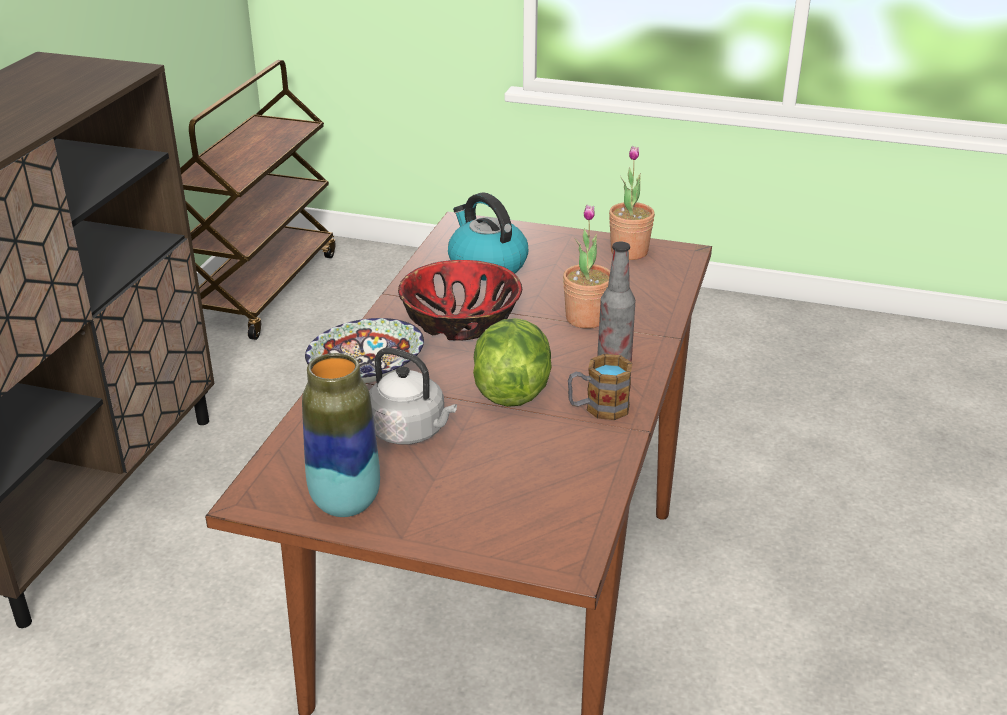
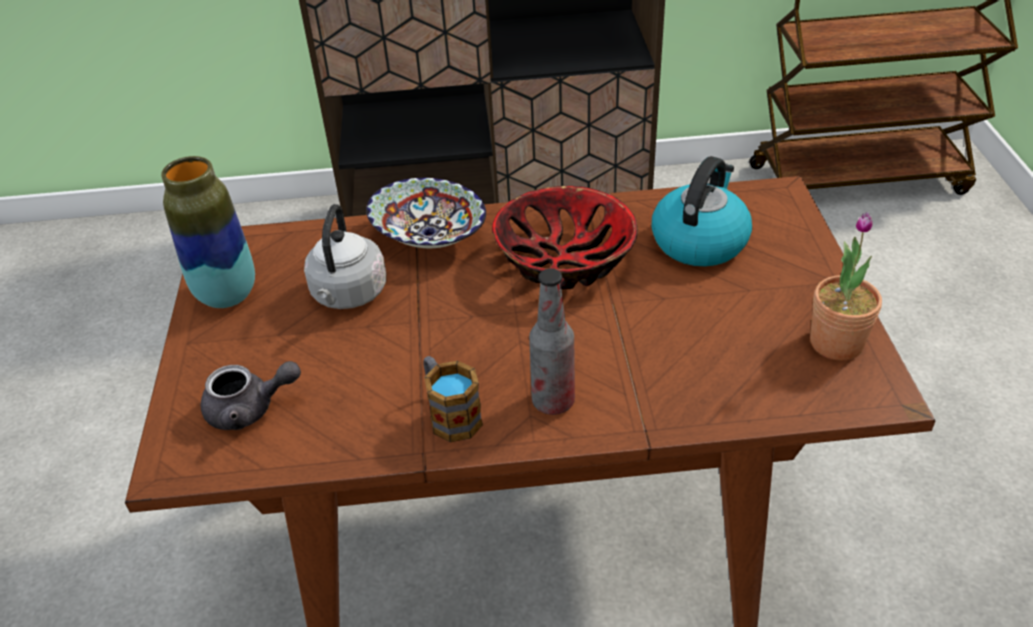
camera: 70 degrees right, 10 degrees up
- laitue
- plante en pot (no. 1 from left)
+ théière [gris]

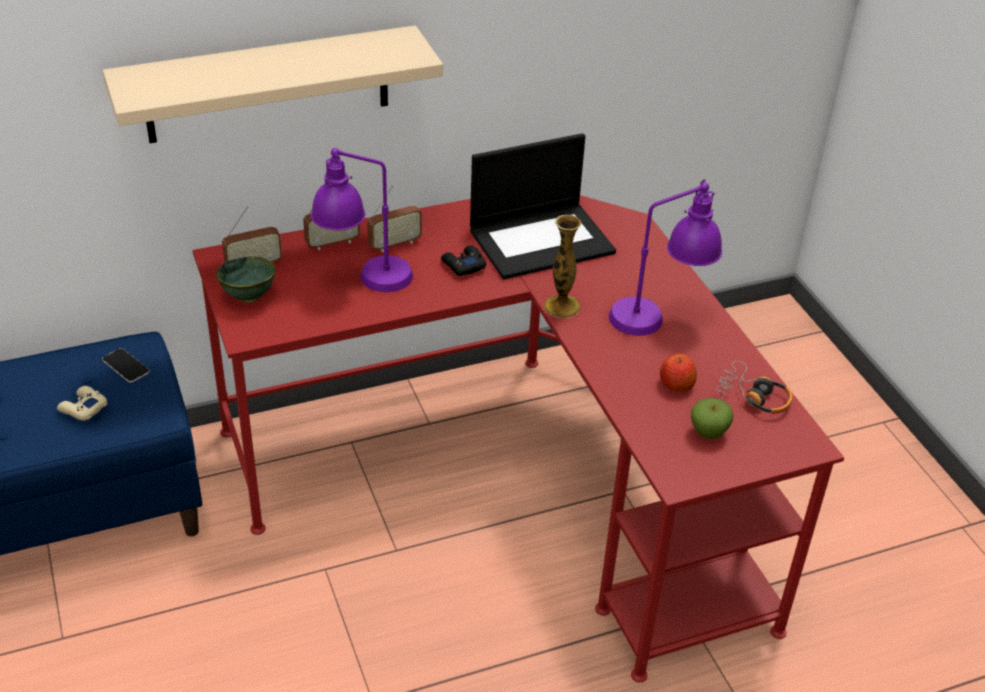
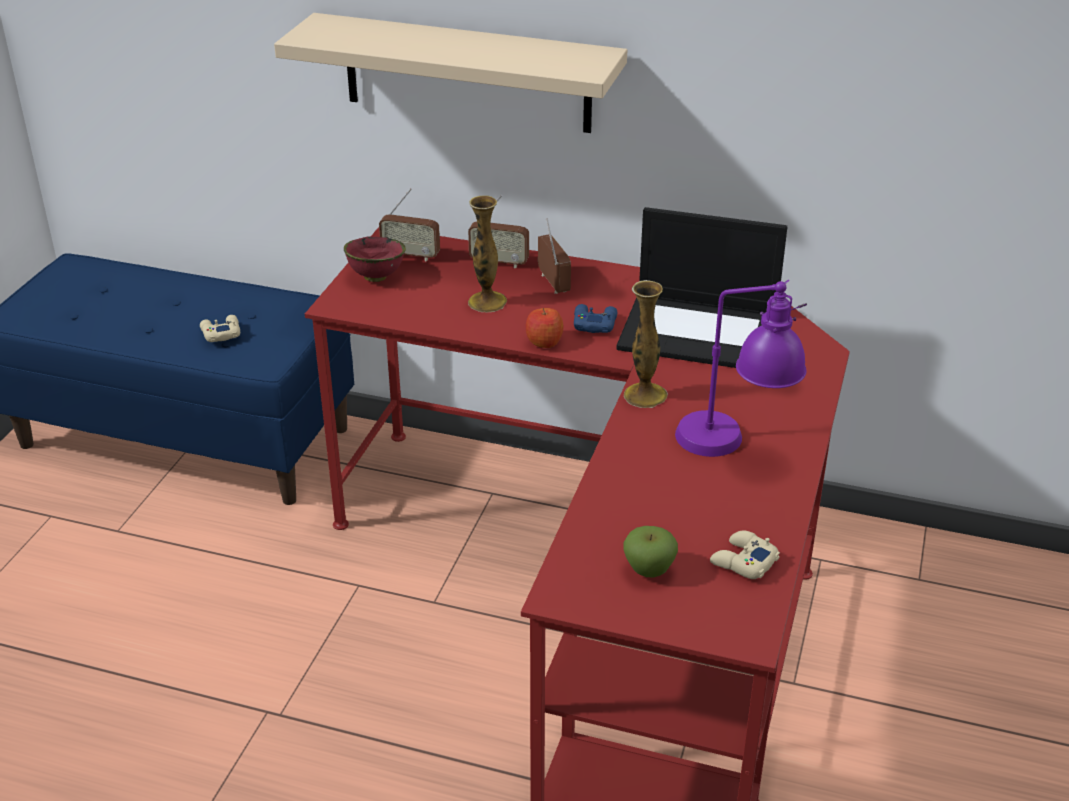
camera: 40 degrees right, 5 degrees down
- téléphone
~ pomme (no. 1 from left)
~ lampe de table [violet] (no. 1 from left) to vase (no. 1 from left)
~ casque audio to manette [beige] (no. 2 from left)
~ bol [vert] to bol [rouge]
~ manette [noir] to manette [bleu]
~ radio (no. 3 from left) 120 degrees counterclockwise

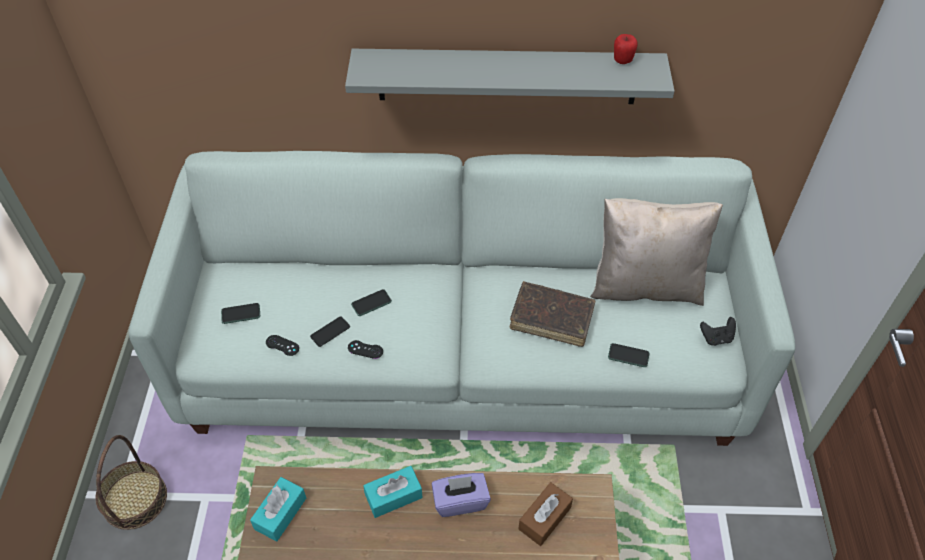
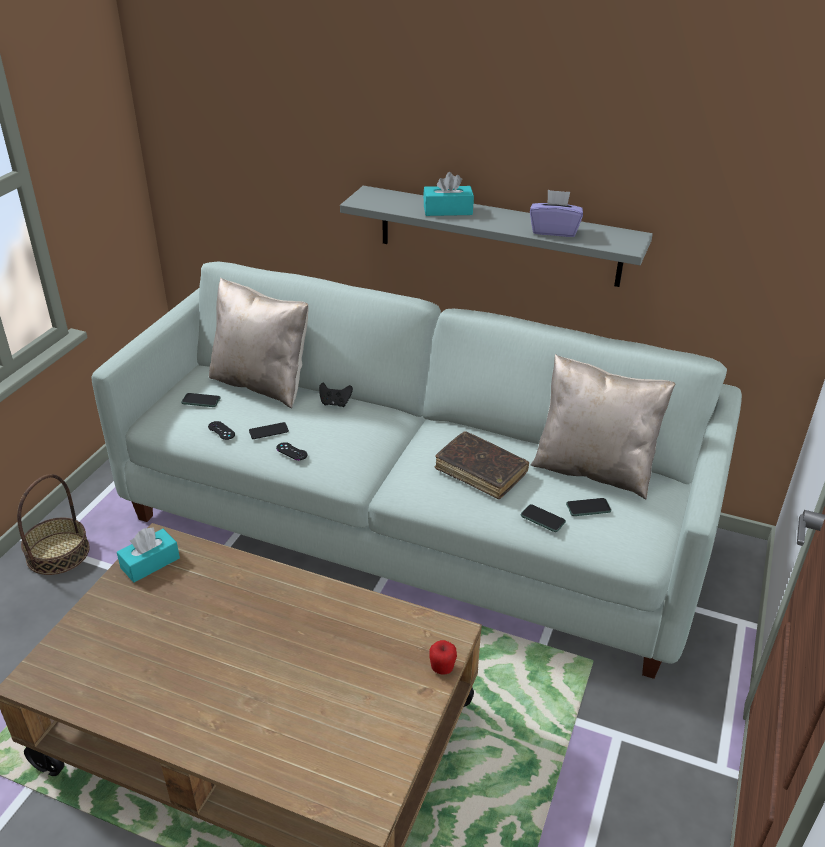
camera: 20 degrees right, 15 degrees down
- boîte à mouchoirs [marron]
+ coussin [beige] (no. 1 from left)
~ téléphone (no. 3 from left in the first image) to téléphone (no. 4 from left)
~ boîte à mouchoirs [turquoise] (no. 2 from left)
~ boîte à mouchoirs [violet]
~ pomme
~ manette [noir] (no. 3 from left)

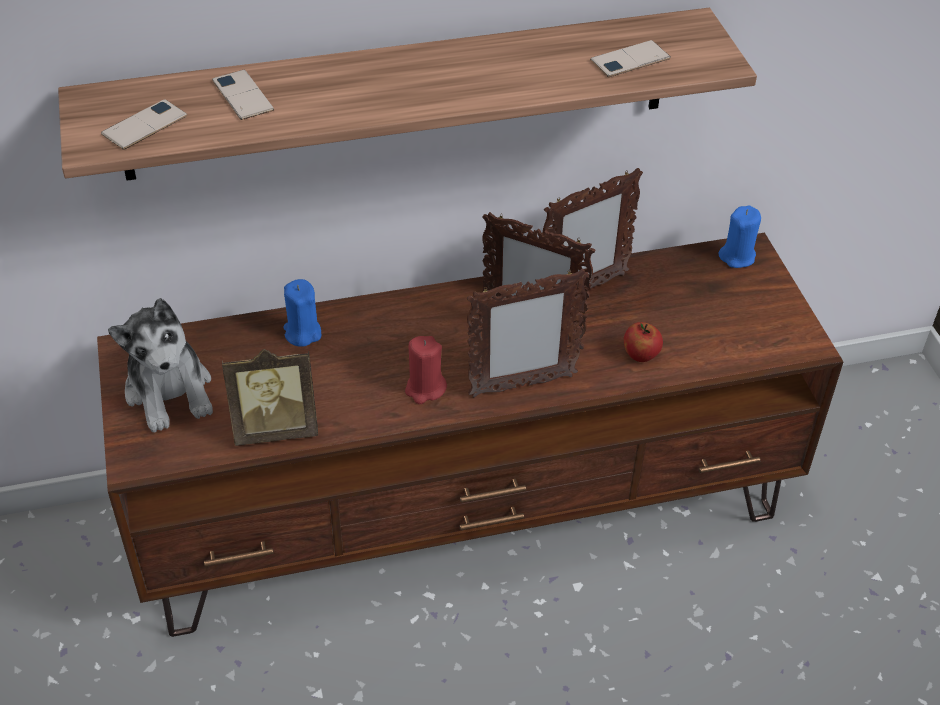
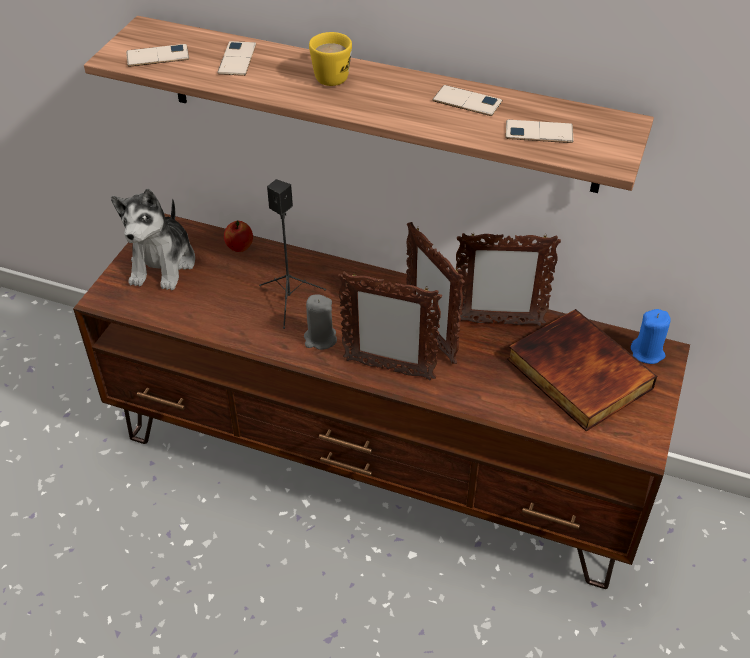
camera: 35 degrees right, 0 degrees up
- cadre photo (no. 1 from left)
- bougie [bleu] (no. 1 from left)
+ enceinte [noir]
+ mug [jaune]
+ téléphone (no. 3 from left)
+ livre
~ pomme
~ bougie [rouge] to bougie [gris]

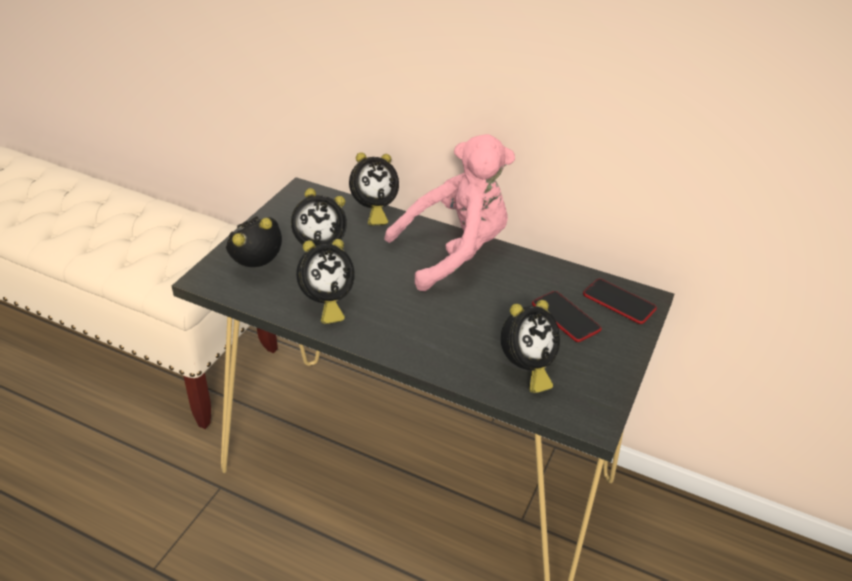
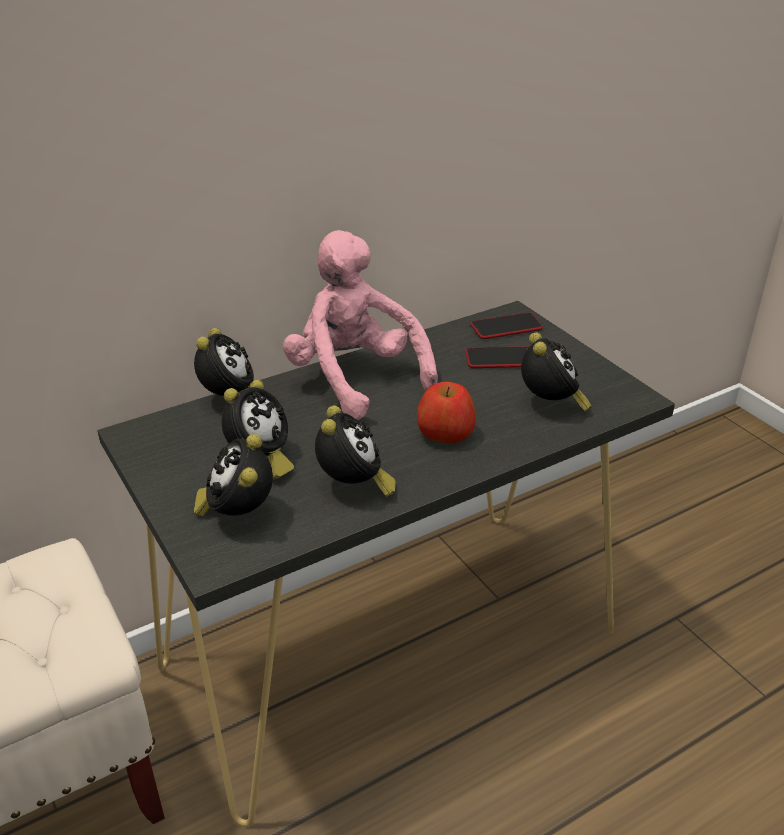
camera: 55 degrees left, 5 degrees down
+ pomme
~ peluche [rose] 45 degrees counterclockwise

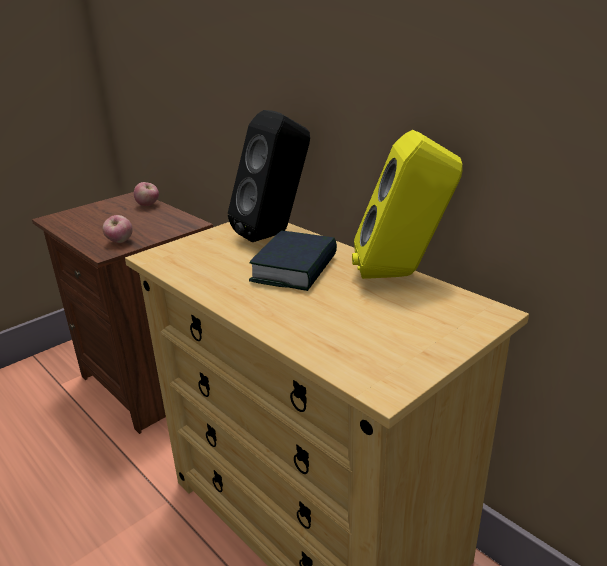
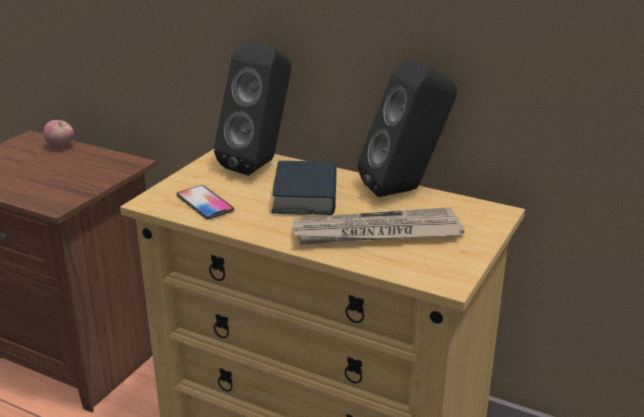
camera: 20 degrees left, 0 degrees up
- pomme (no. 1 from left)
+ téléphone
+ journal
~ enceinte [jaune] to enceinte [noir] (no. 2 from left)

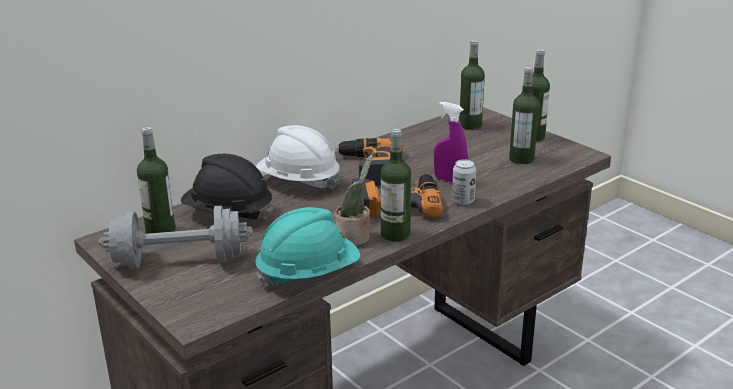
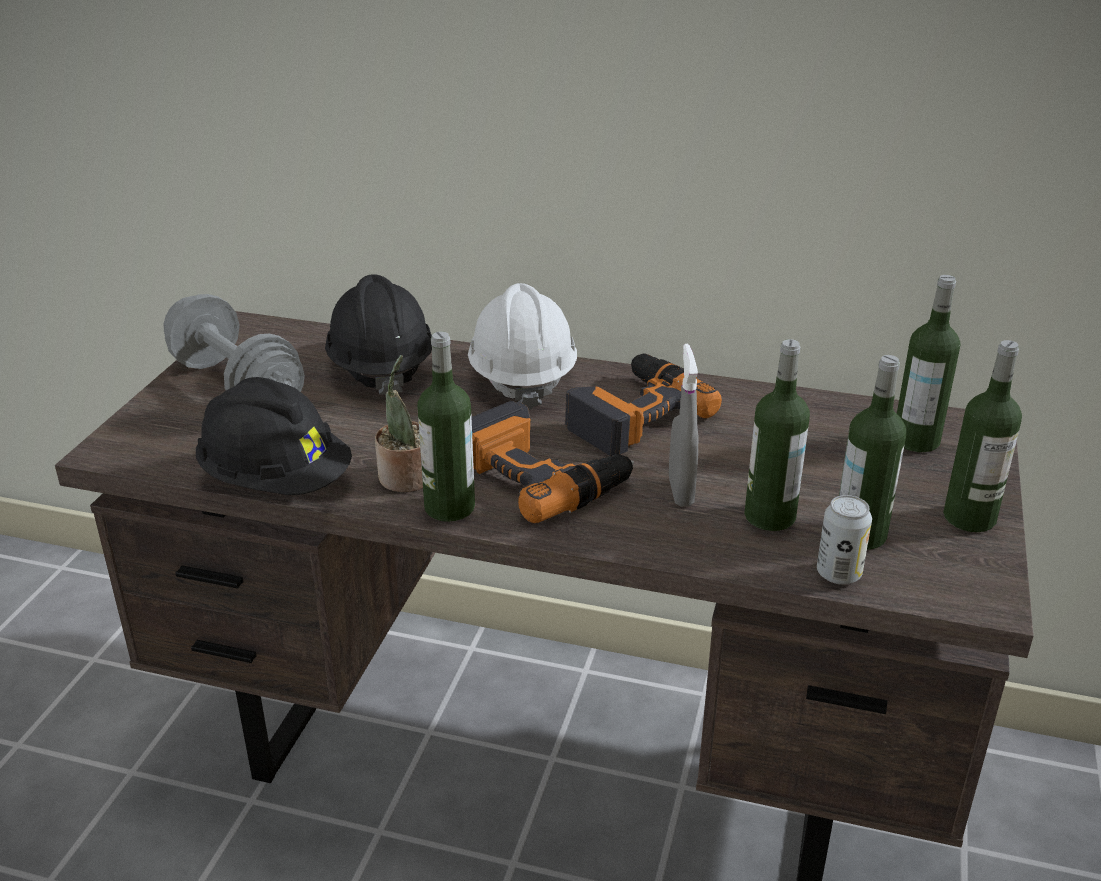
camera: 55 degrees right, 5 degrees up
~ bouteille (no. 1 from left in the first image) to bouteille (no. 2 from left)
~ boîte métallique
~ casque de chantier [turquoise] to casque de chantier [noir] (no. 1 from left)
~ vaporisateur [violet] to vaporisateur [gris]

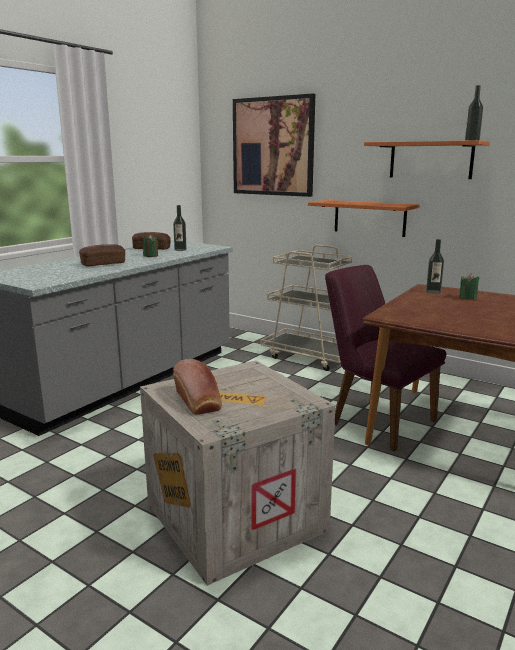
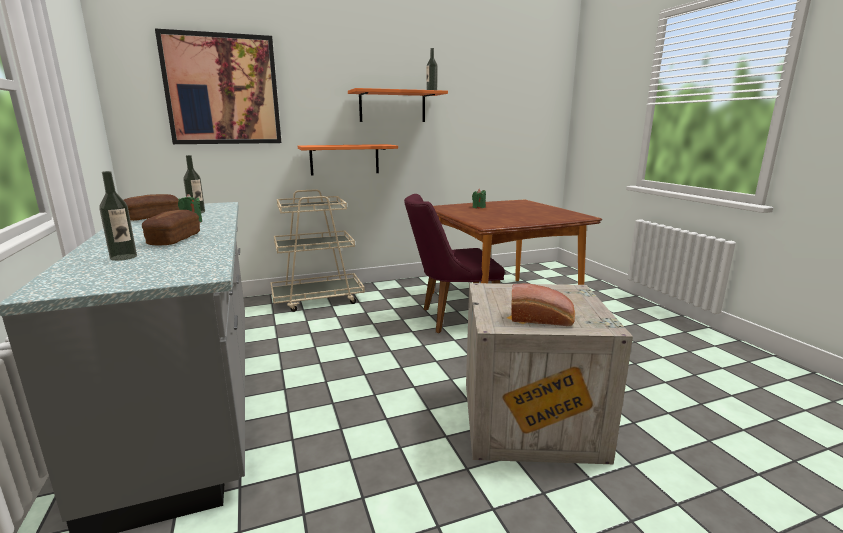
camera: 55 degrees left, 0 degrees up
~ bouteille (no. 2 from left in the first image) to bouteille (no. 1 from left)

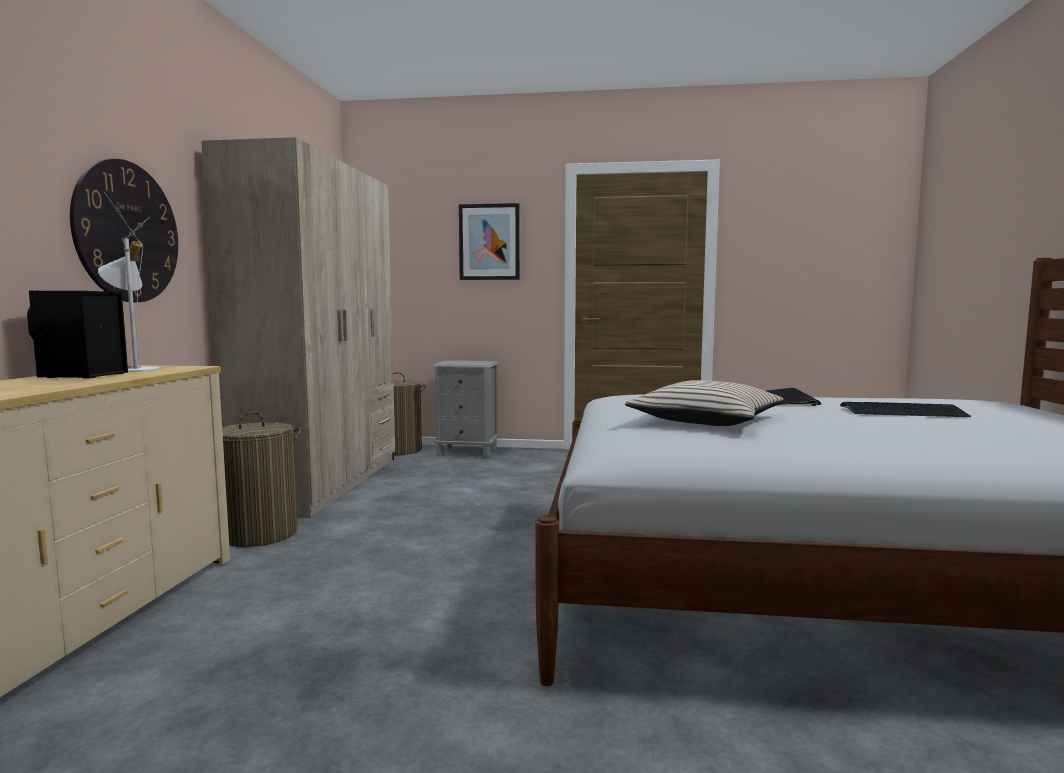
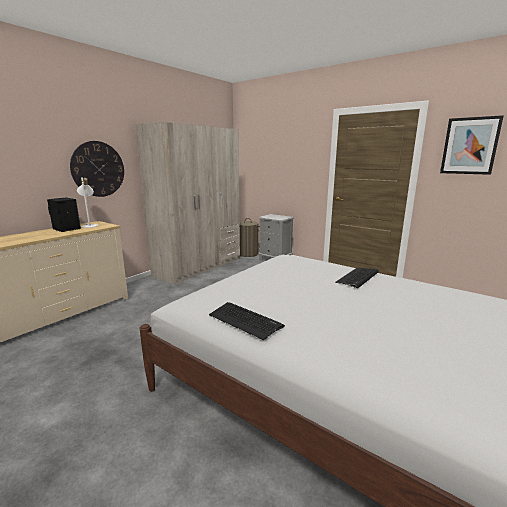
camera: 30 degrees right, 10 degrees up
- panier à linge (no. 1 from left)
- coussin [beige]
~ tableau
~ clavier (no. 2 from left in the first image) to clavier (no. 1 from left)

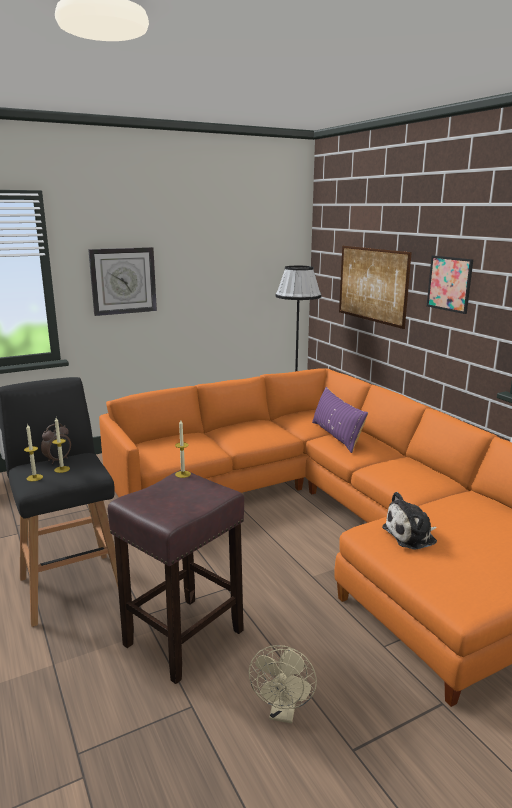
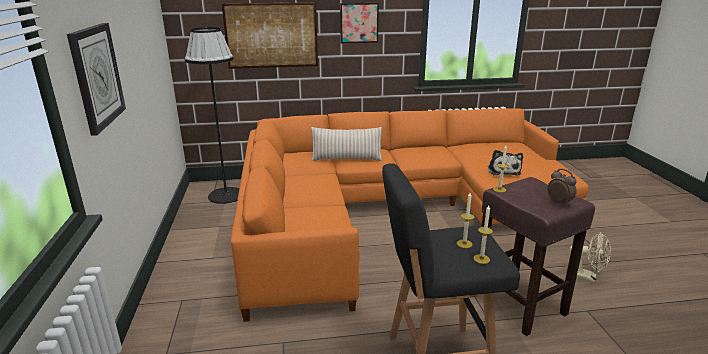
camera: 70 degrees left, 5 degrees up
~ réveil
~ coussin [violet] to coussin [beige]

